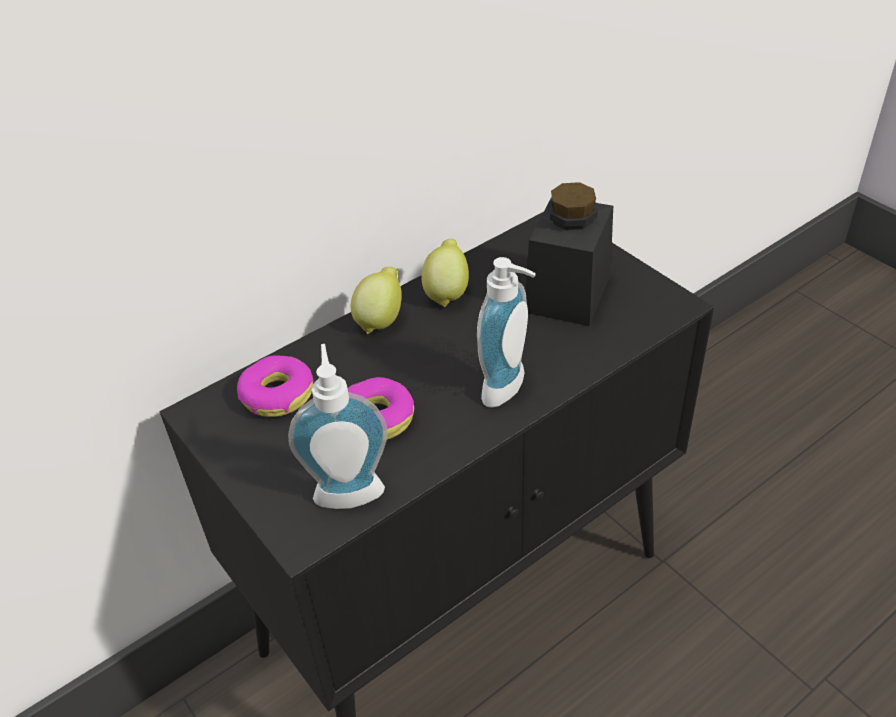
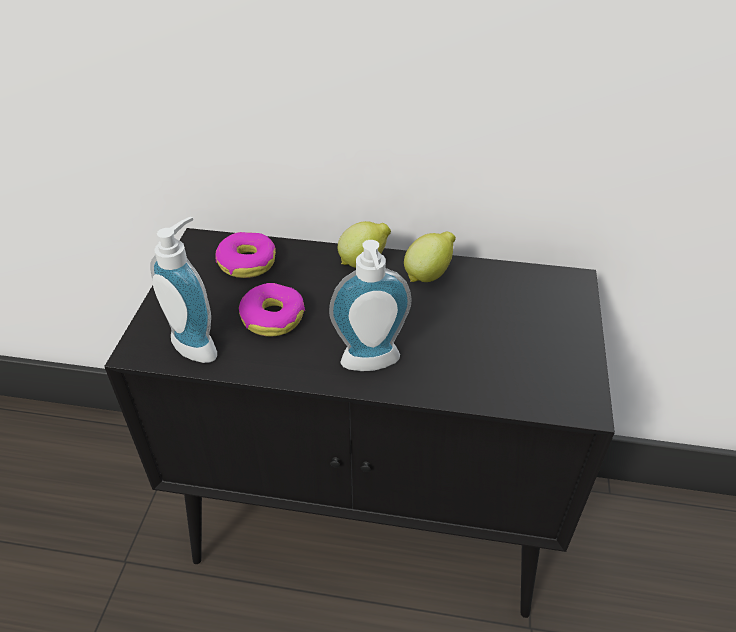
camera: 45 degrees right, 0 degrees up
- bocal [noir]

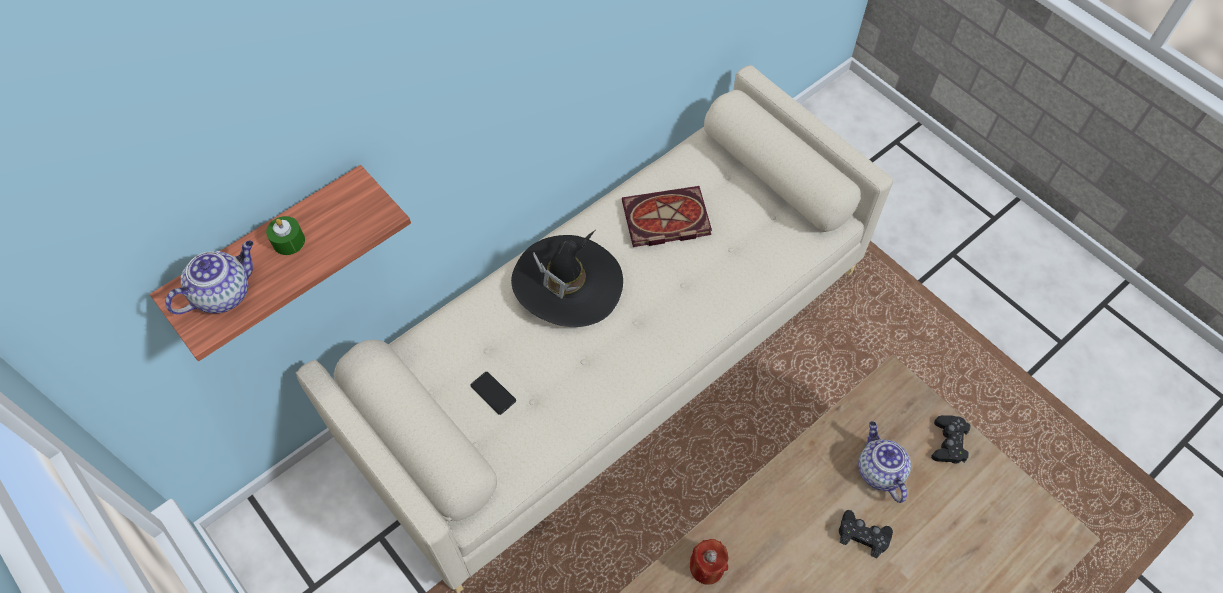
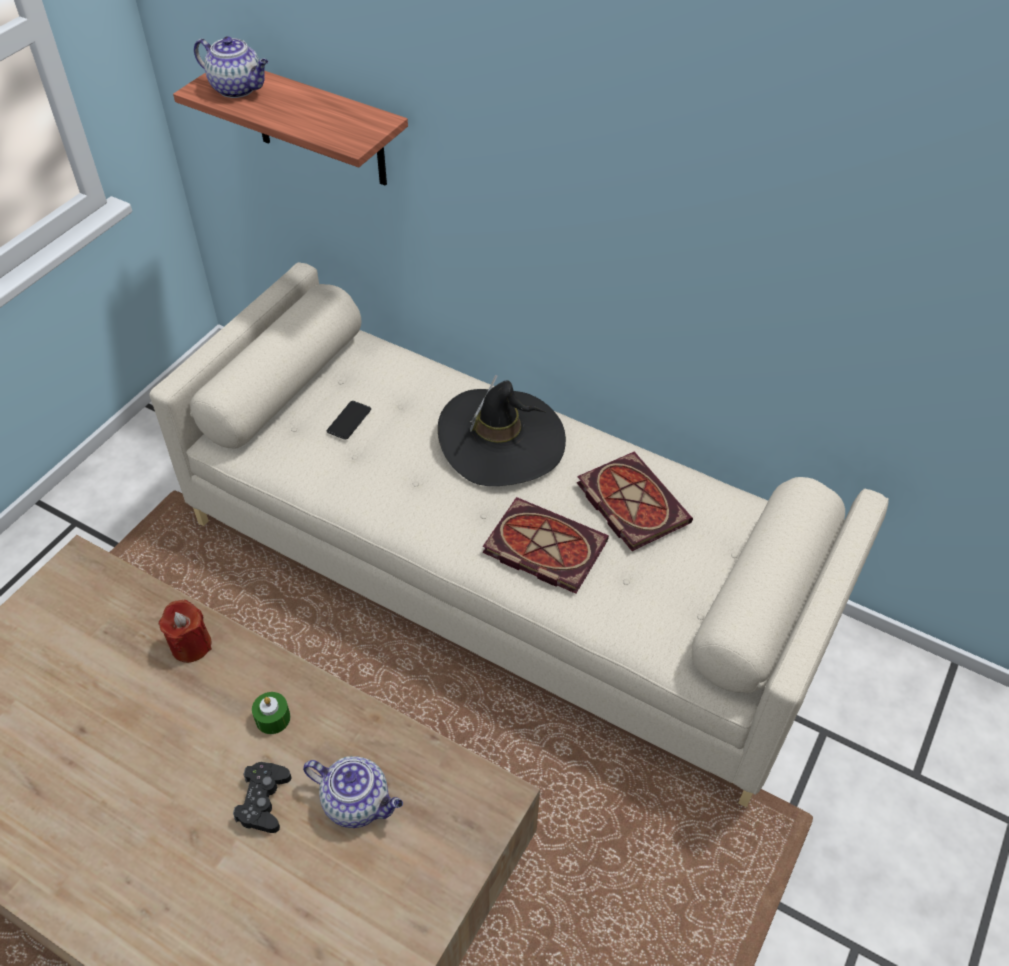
camera: 70 degrees right, 10 degrees down
- manette [noir] (no. 2 from left)
+ livre (no. 1 from left)
~ bougie [vert]
~ théière (no. 2 from left) 60 degrees clockwise

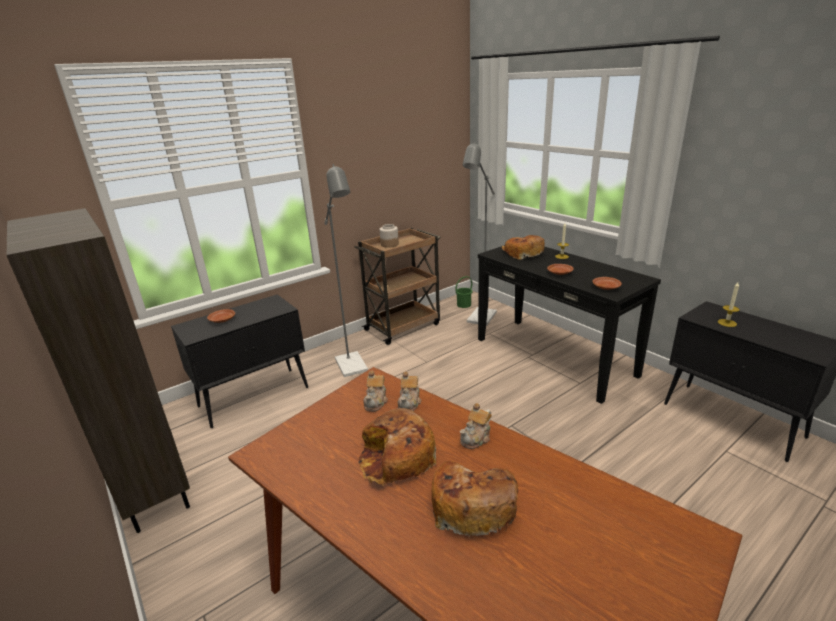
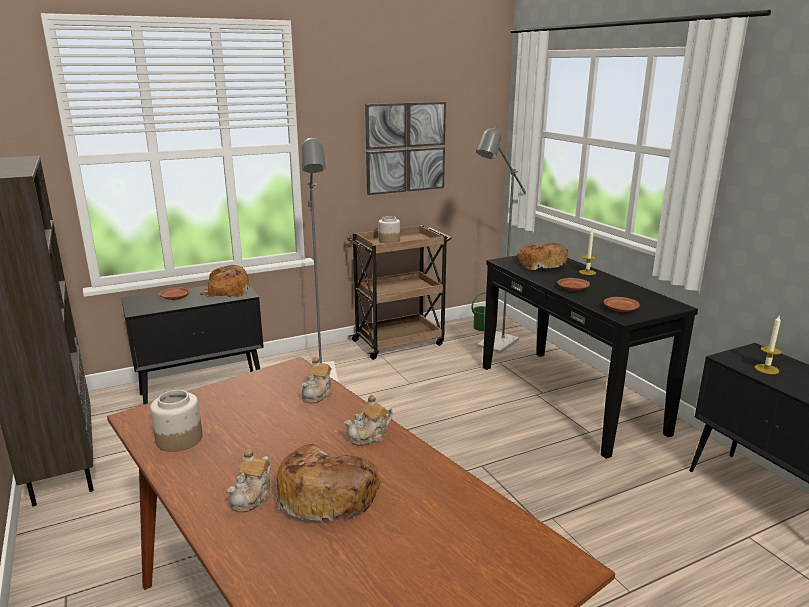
camera: 10 degrees right, 5 degrees down
+ bocal (no. 1 from left)
+ tableau
~ pain (no. 1 from left)
~ théière (no. 1 from left)

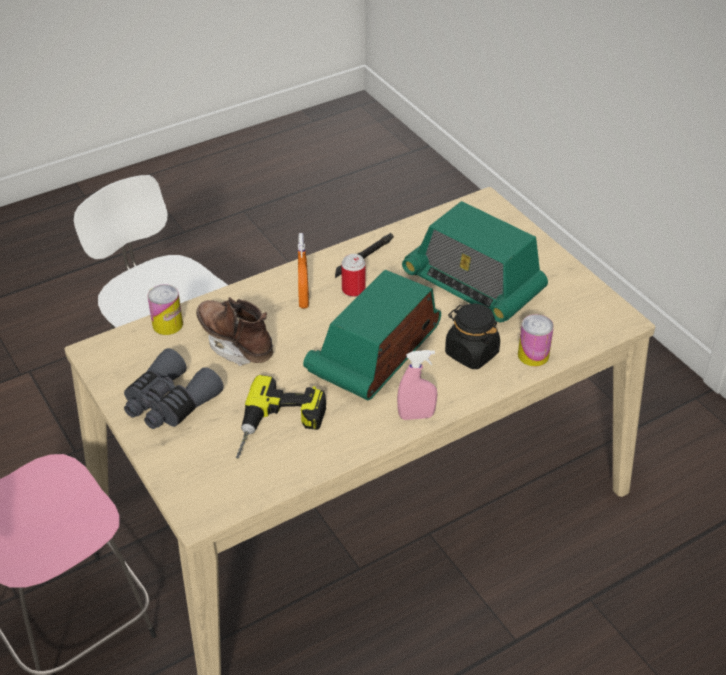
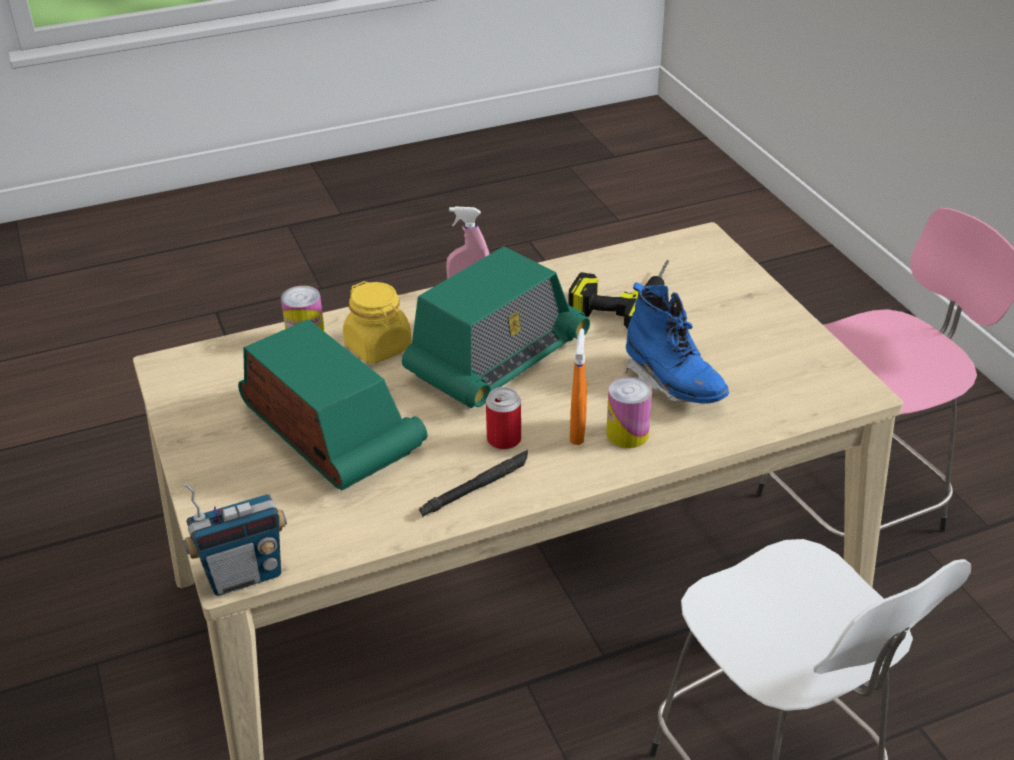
camera: 170 degrees left, 5 degrees down
- jumelles [gris]
+ radio (no. 1 from left)
~ boîte métallique (no. 1 from left in the first image) to boîte métallique (no. 3 from left)
~ botte [marron] to botte [bleu]
~ bocal [noir] to bocal [jaune]

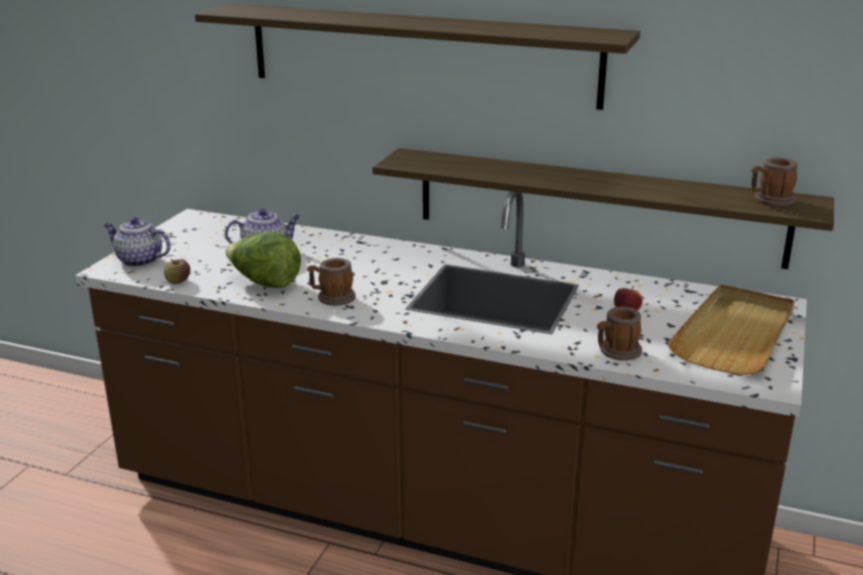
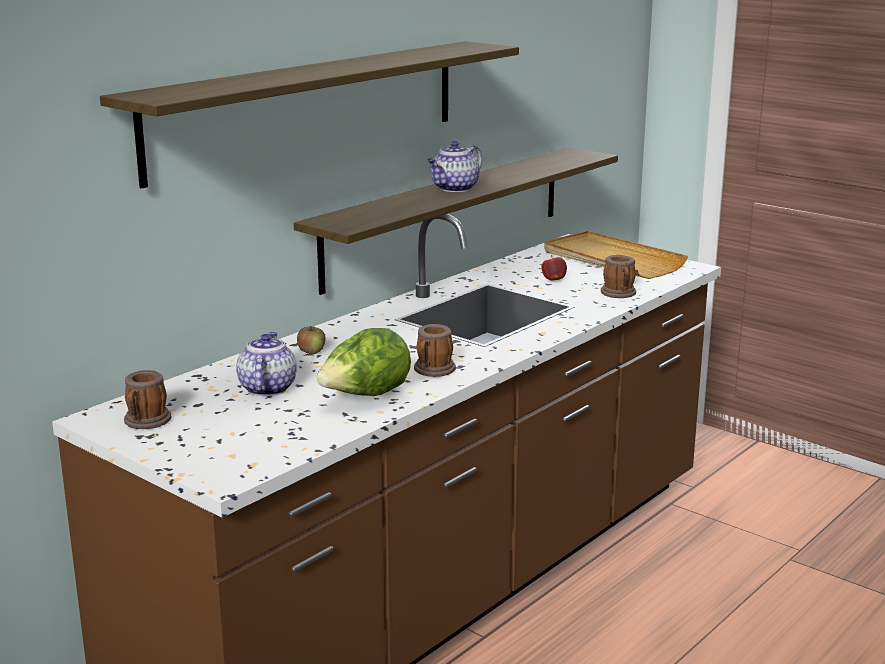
camera: 70 degrees left, 5 degrees down
~ théière (no. 1 from left in the first image) to théière (no. 2 from left)
~ pomme (no. 1 from left)
~ mug (no. 3 from left in the first image) to mug (no. 1 from left)

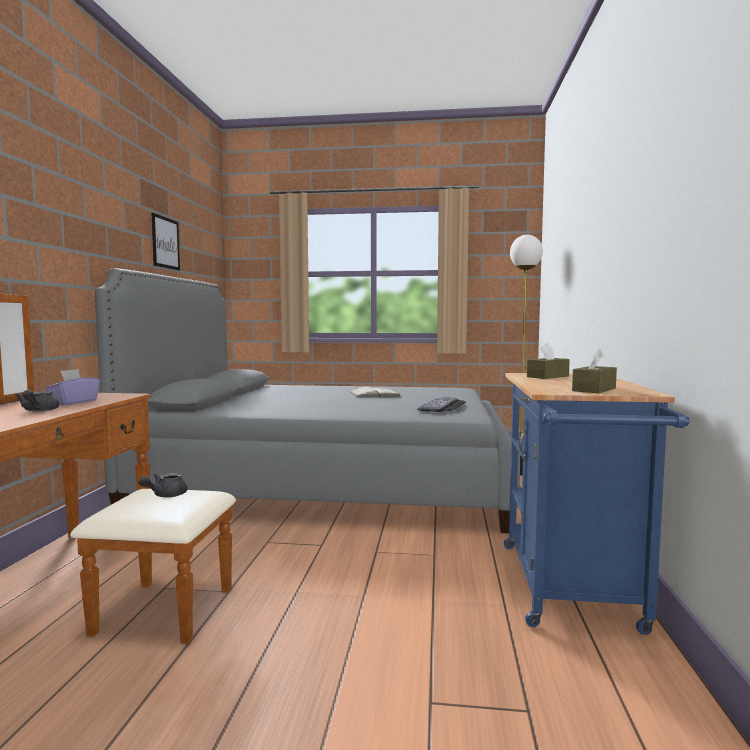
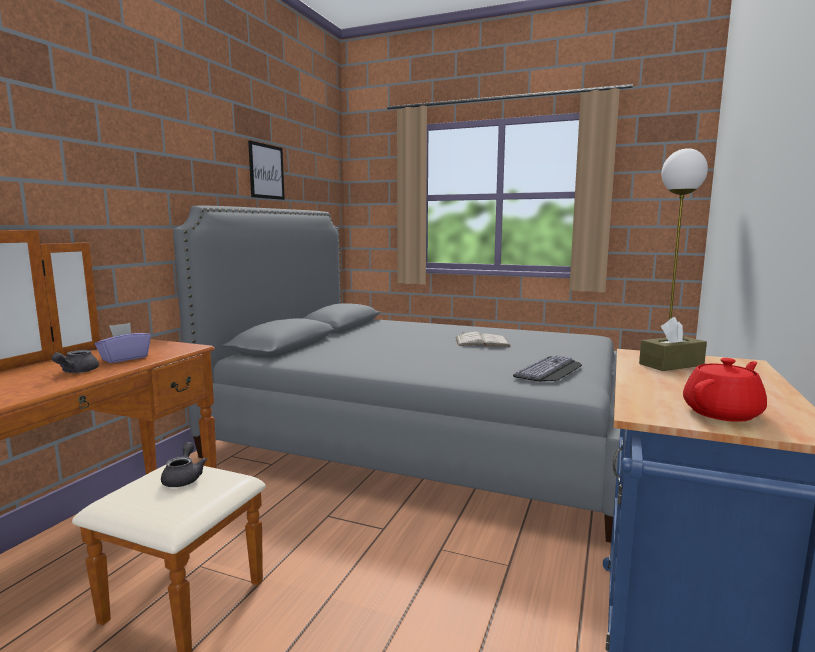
camera: 15 degrees right, 5 degrees up
~ boîte à mouchoirs [marron] (no. 2 from left) to théière [rouge]
~ théière [gris] (no. 2 from left) 120 degrees clockwise

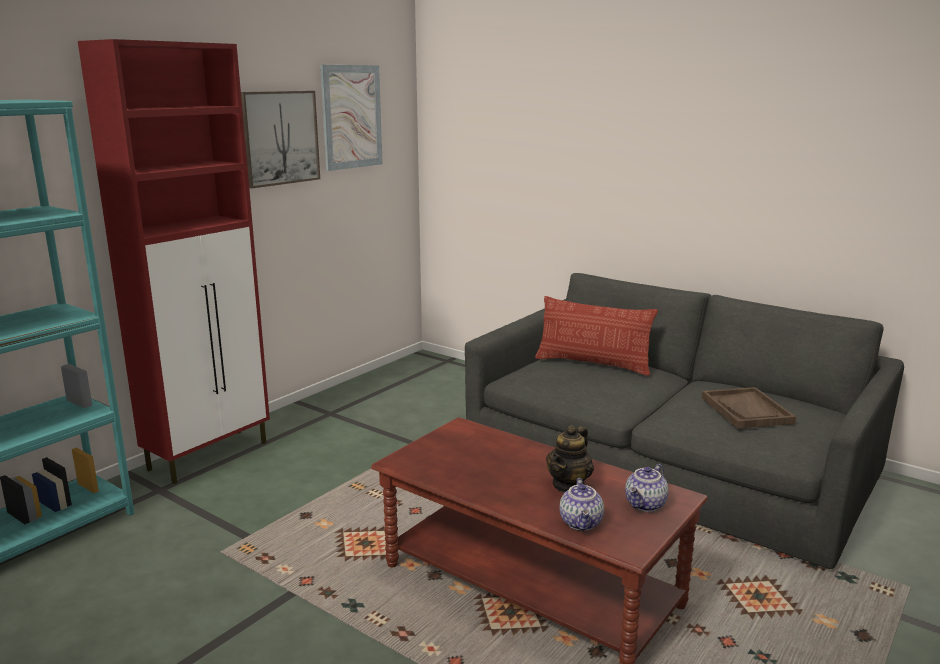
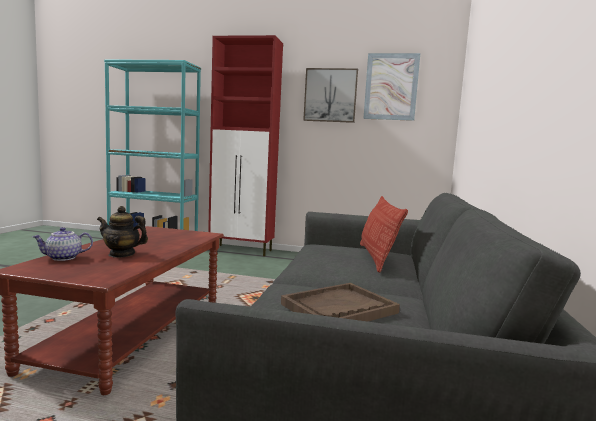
camera: 65 degrees right, 10 degrees down
- théière (no. 3 from left)

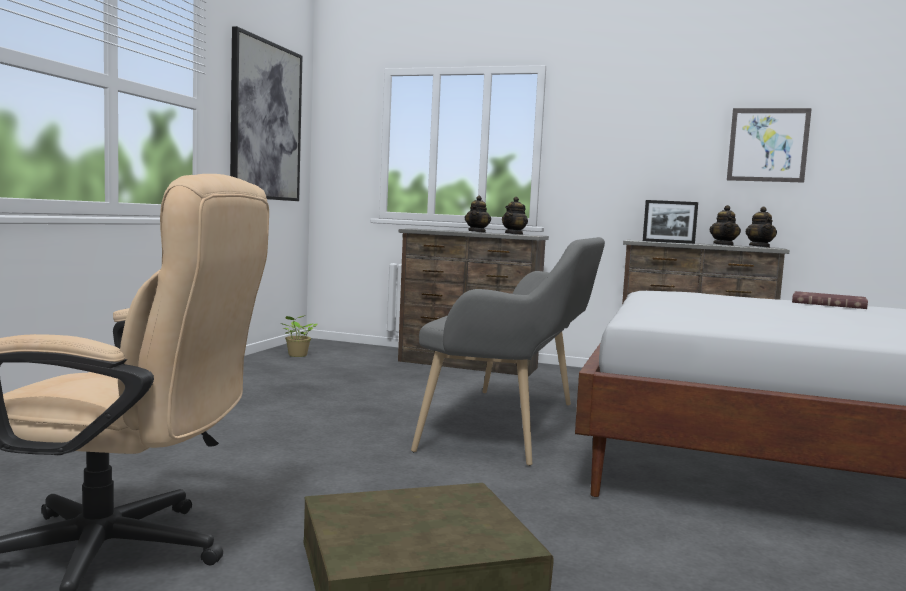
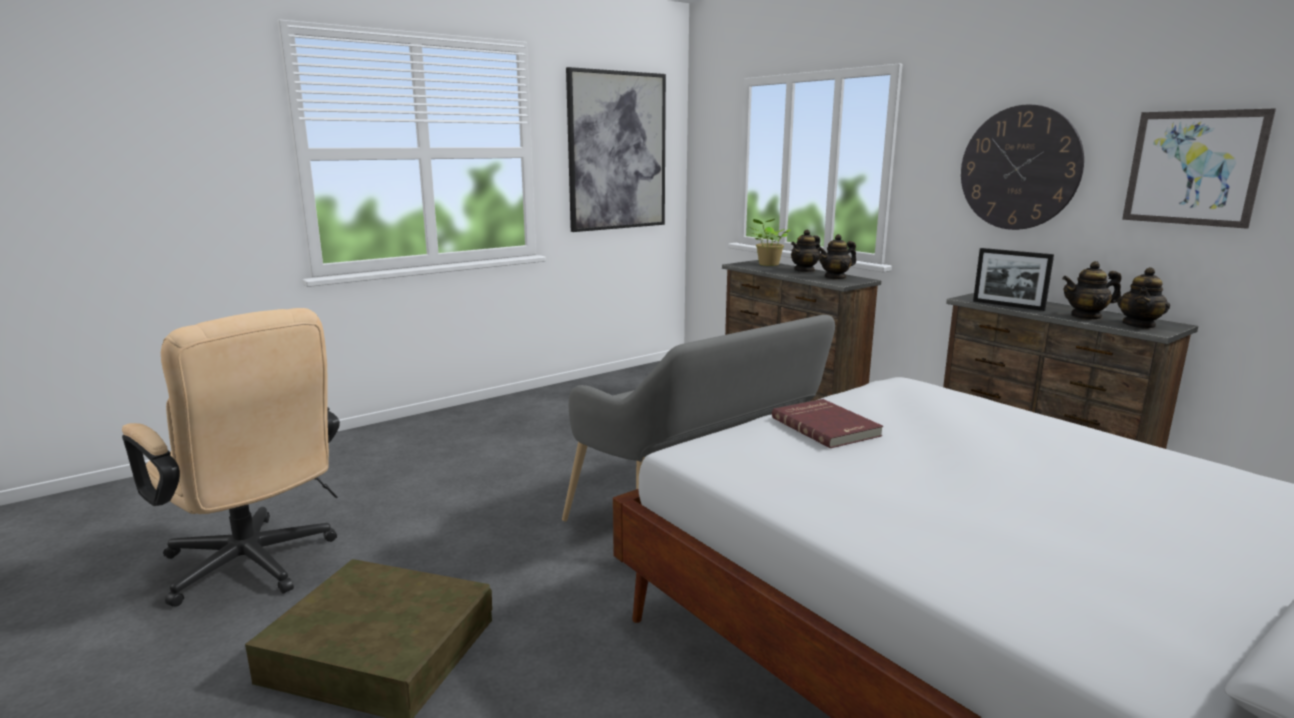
camera: 35 degrees right, 10 degrees up
+ horloge murale
~ plante en pot
~ livre [rouge]
~ théière (no. 3 from left) 45 degrees clockwise

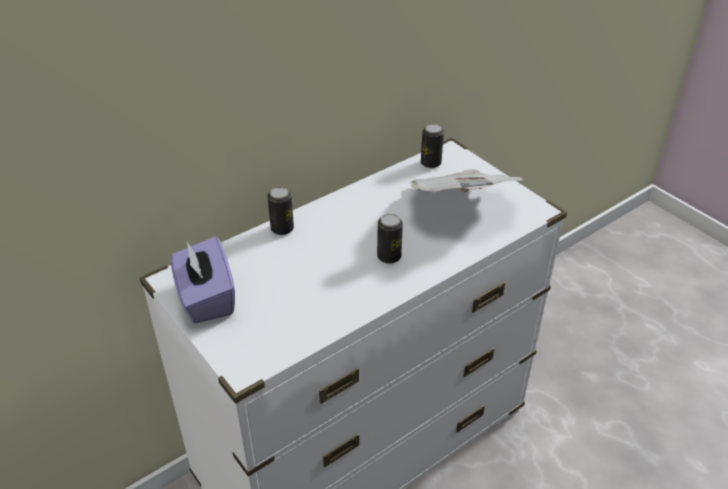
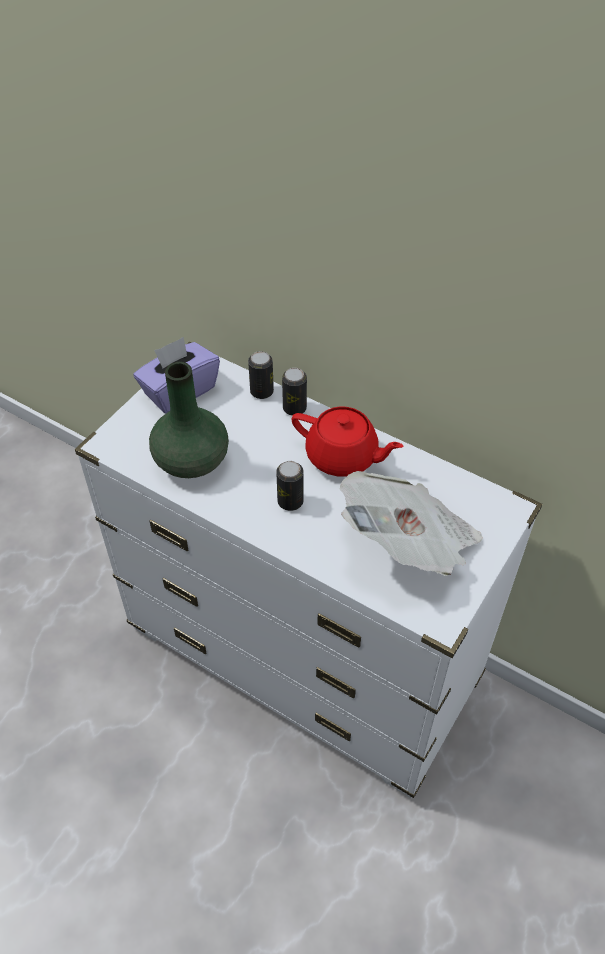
camera: 70 degrees right, 10 degrees up
+ vase [vert]
+ théière [rouge]
~ boîte métallique (no. 3 from left in the first image) to boîte métallique (no. 1 from left)

